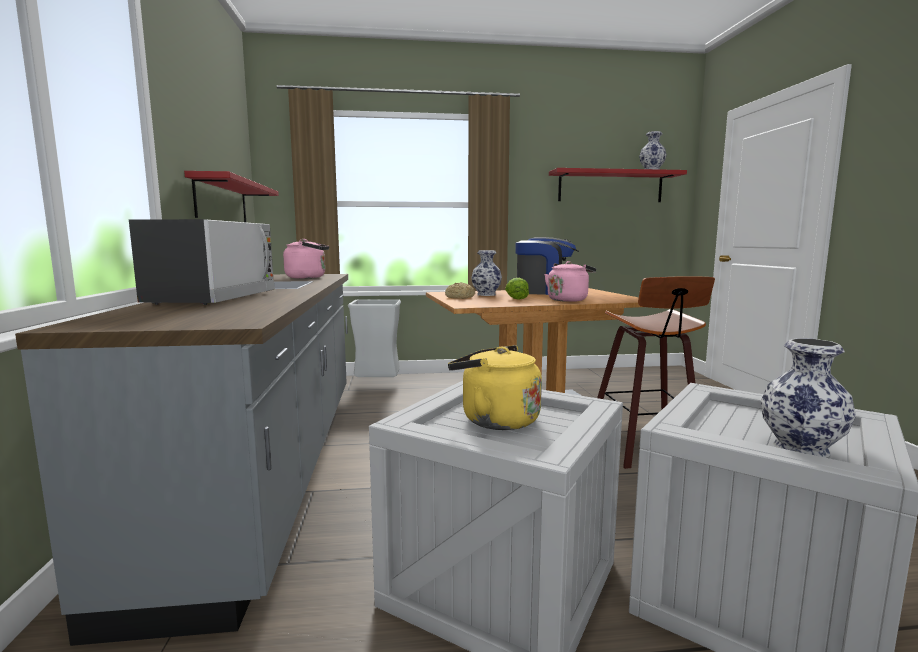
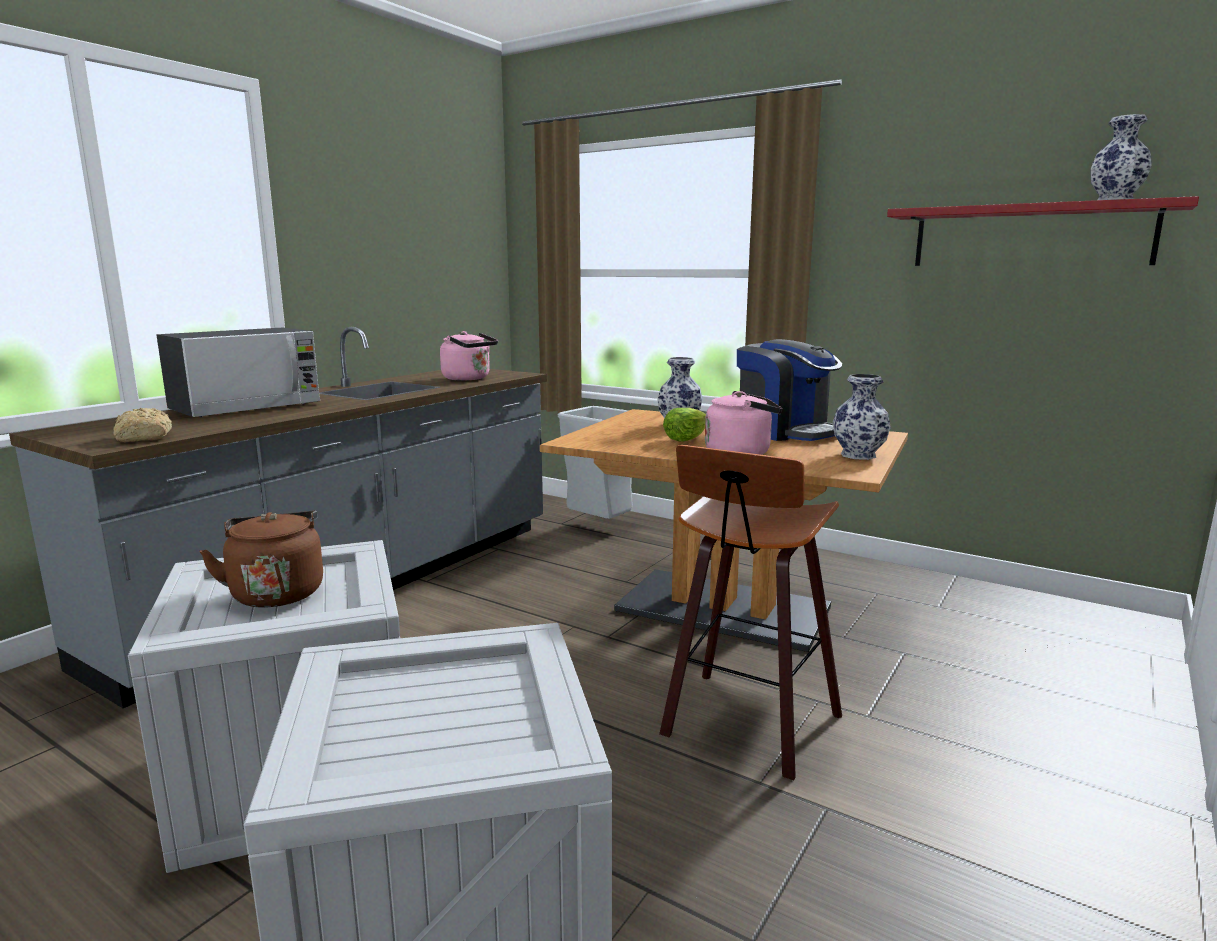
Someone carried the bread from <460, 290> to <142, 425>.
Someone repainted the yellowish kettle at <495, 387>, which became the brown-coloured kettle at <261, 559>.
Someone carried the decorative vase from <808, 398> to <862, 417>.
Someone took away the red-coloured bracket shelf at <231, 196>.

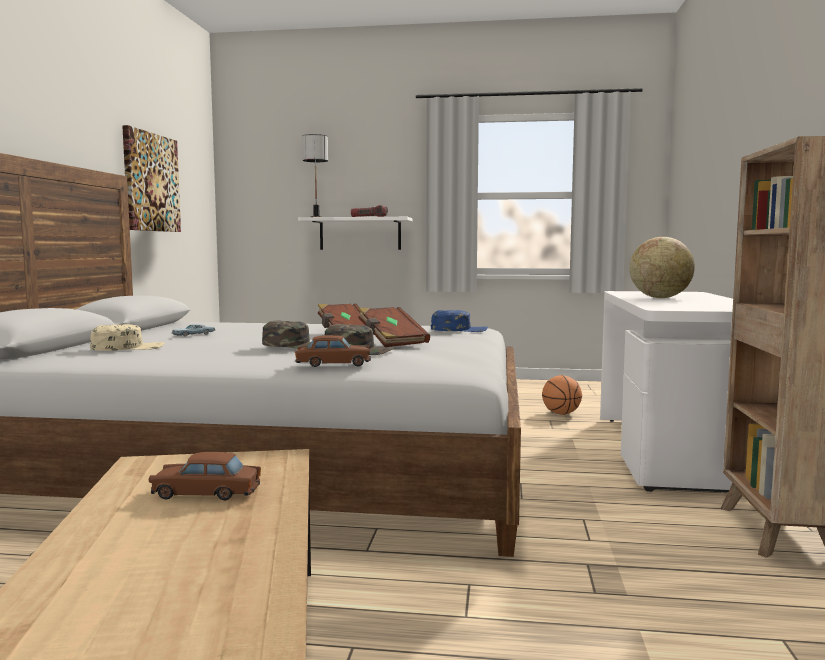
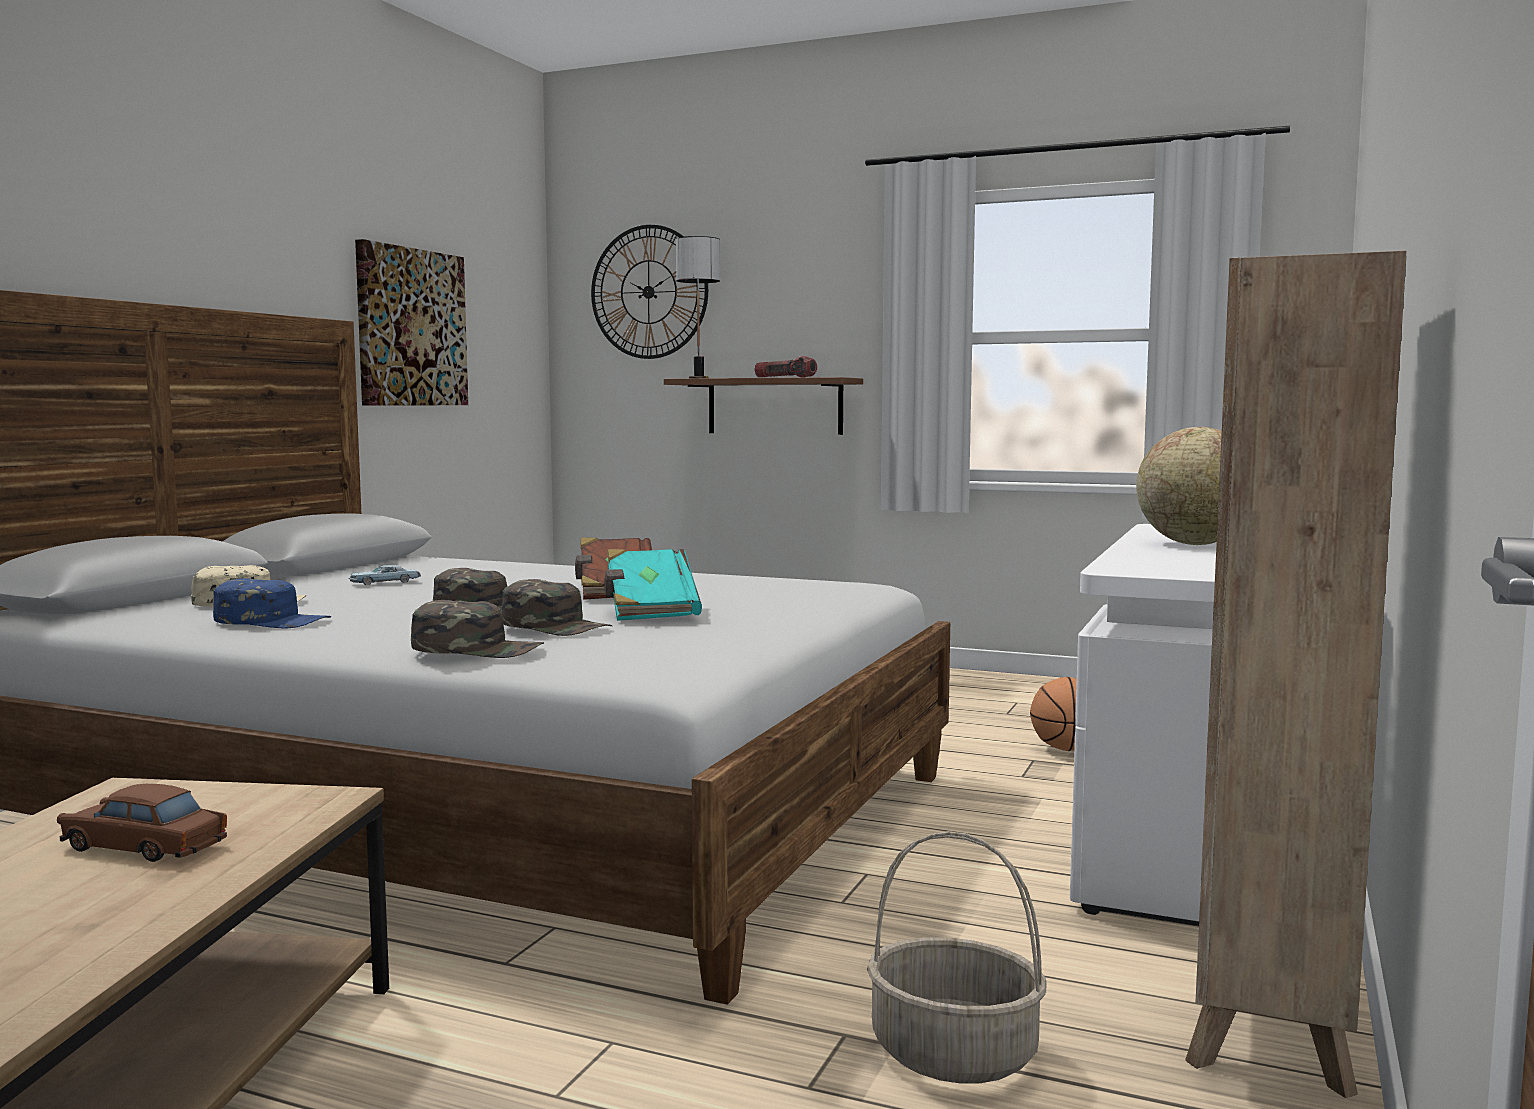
Someone carried the blue-coloured cap from <459, 321> to <272, 603>.
Someone swapped the brown-coloured toy car at <333, 351> for the greenish cap at <477, 629>.
Someone put up the hanging clock at <649, 292>.
Someone repainted the brown-coloured volume at <394, 327>, which became the turquoise volume at <653, 585>.
Someone repainted the white bracket shelf at <355, 233>, which became the brown-coloured bracket shelf at <763, 406>.
Someone put down the storage basket at <956, 957>.

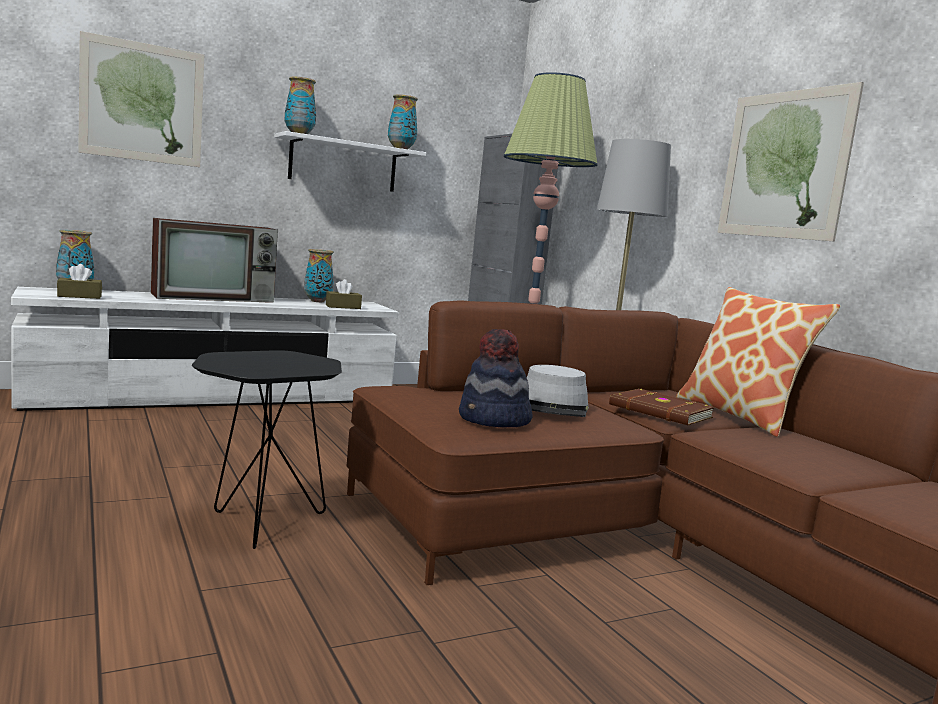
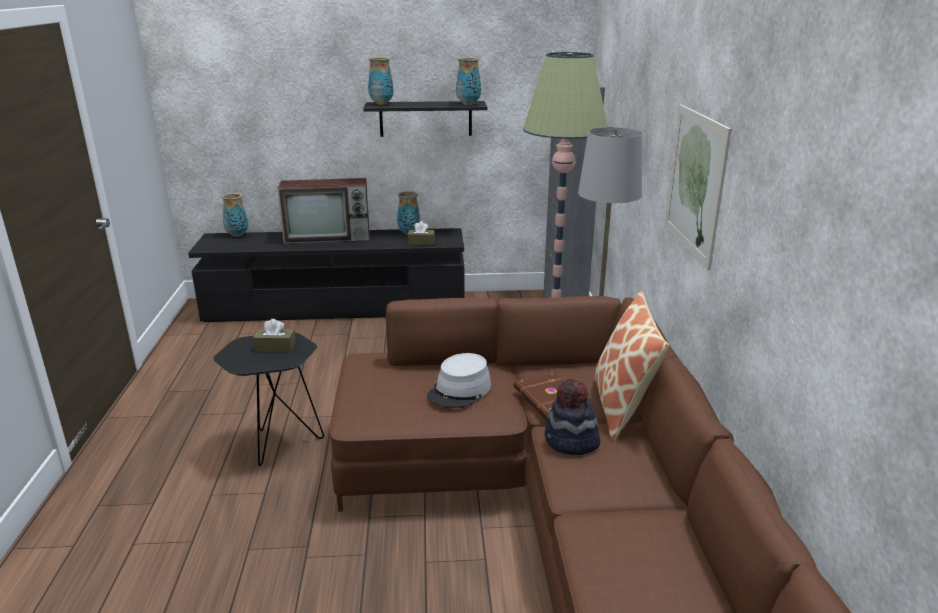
Someone repainted the white media console at <205, 349>, which became the black-coloured media console at <326, 275>.
Someone carried the brown-coloured tissue box from <79, 281> to <274, 335>.
Someone repainted the white bracket shelf at <350, 161>, which became the black-coloured bracket shelf at <425, 119>.
Someone carried the wearable hat from <496, 378> to <572, 417>.
Someone took away the picture at <141, 99>.

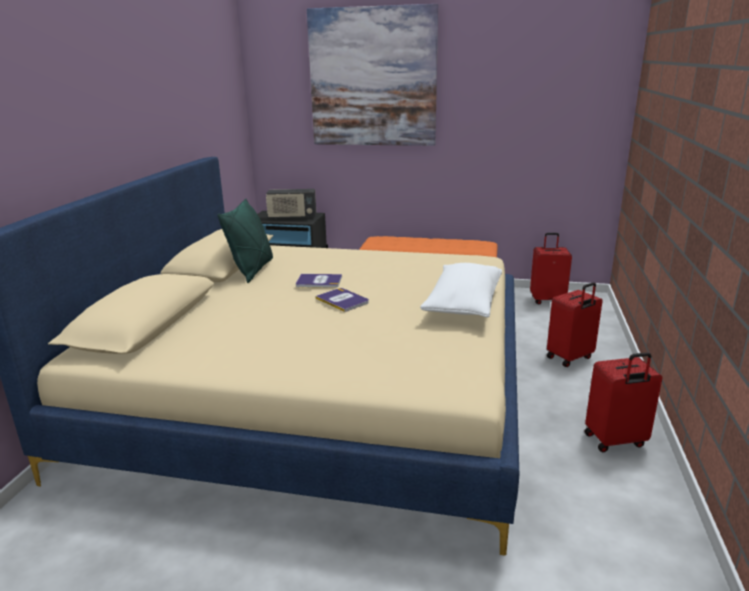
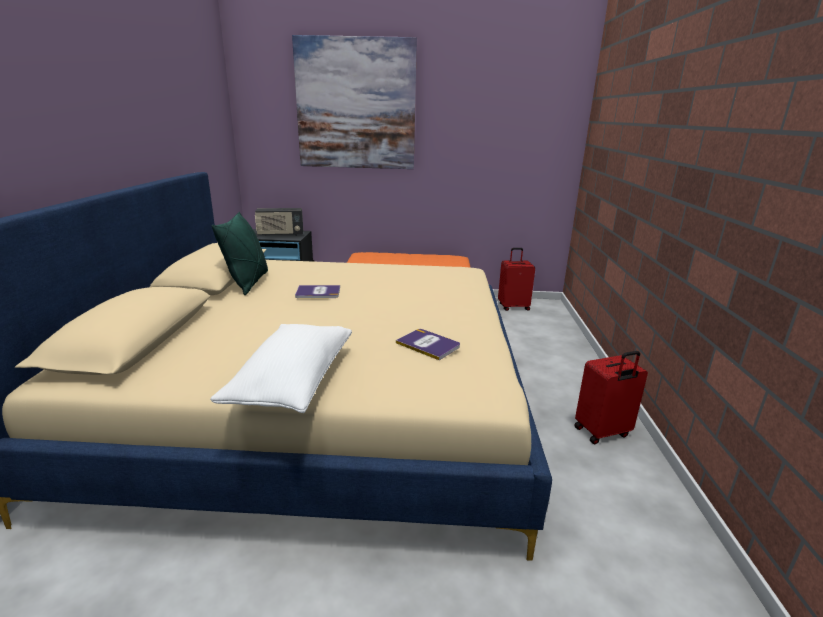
Someone carried the white throw pillow from <461, 290> to <281, 368>.
Someone carried the volume from <342, 300> to <428, 344>.
Someone took away the red-coloured suitcase at <575, 324>.

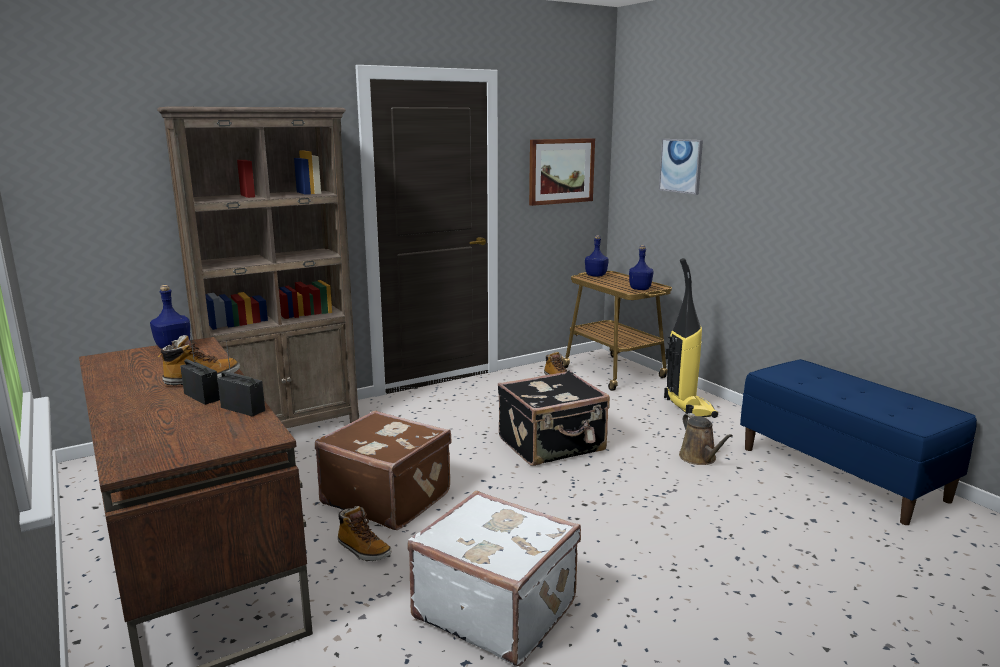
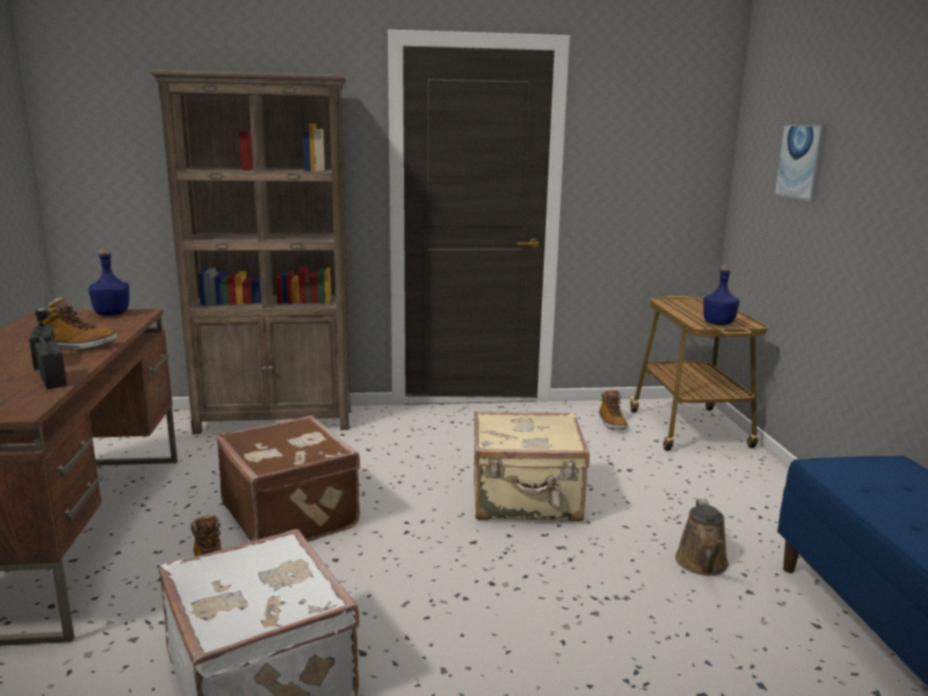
Someone repainted the black-coloured suitcase at <554, 418>, which became the beige suitcase at <532, 466>.
Someone took away the picture at <562, 172>.
Someone took away the blue-coloured beverage bottle at <597, 256>.
Someone took away the hoover at <691, 338>.

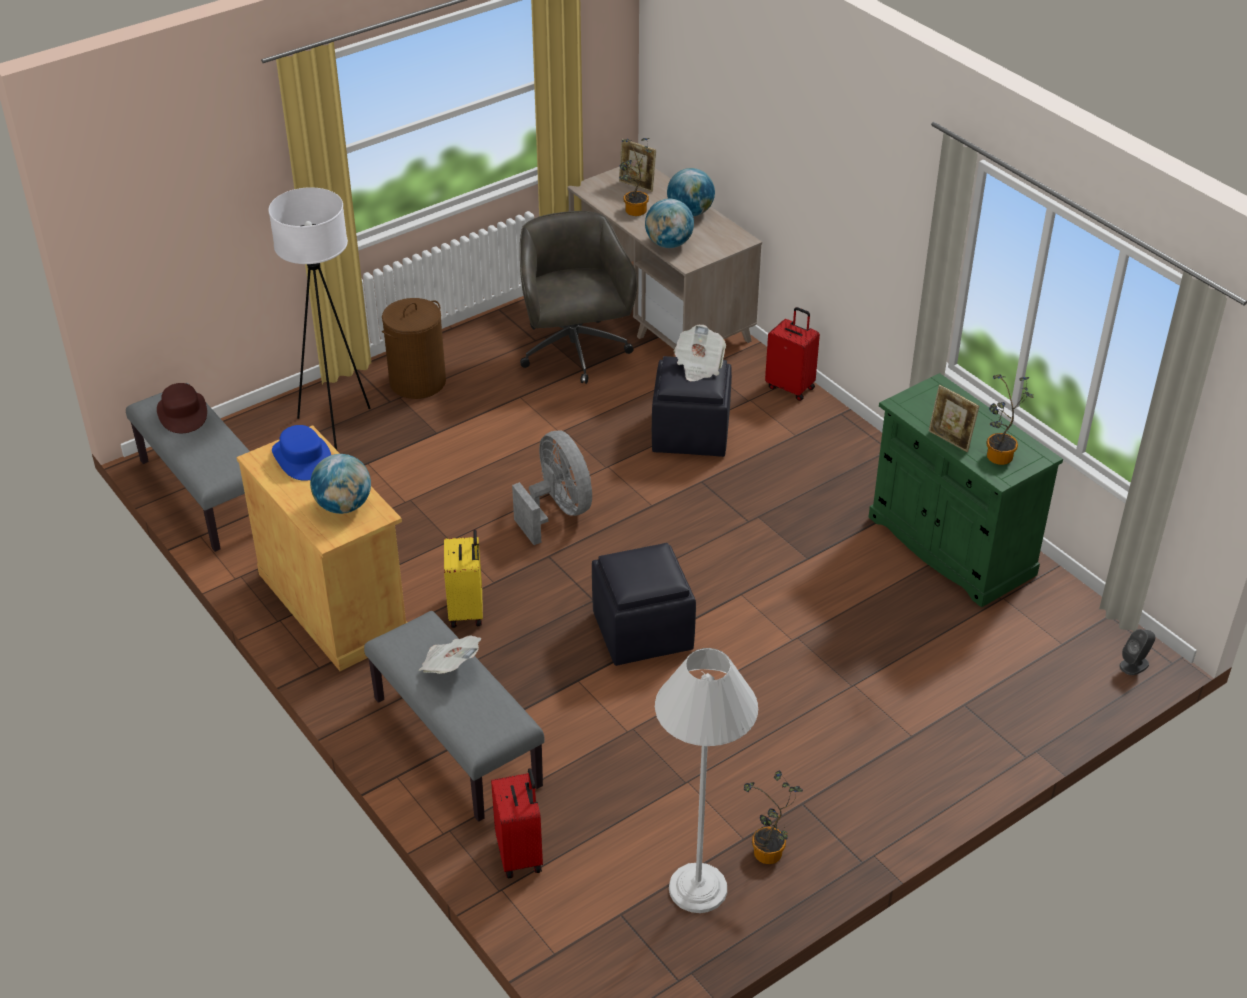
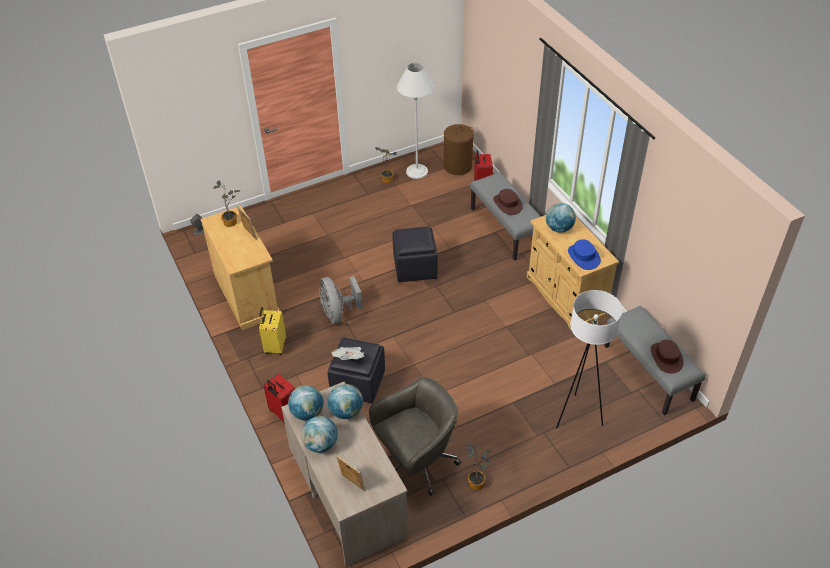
Someone repainted the greenish cabinet at <965, 490>, which became the beige cabinet at <240, 268>.
Someone carried the yellowish suitcase from <463, 578> to <272, 331>.
Someone put down the world globe at <306, 403>.
Someone carried the grey cooling fan from <552, 488> to <341, 300>.
Someone rotated the grey office chair at <579, 297> by 120 degrees counterclockwise.
Someone carried the brown-coloured hamper from <414, 348> to <459, 149>.
Someone carried the potted plant from <635, 177> to <479, 467>.
Someone swapped the newspaper at <450, 654> for the brown-coloured wearable hat at <508, 202>.

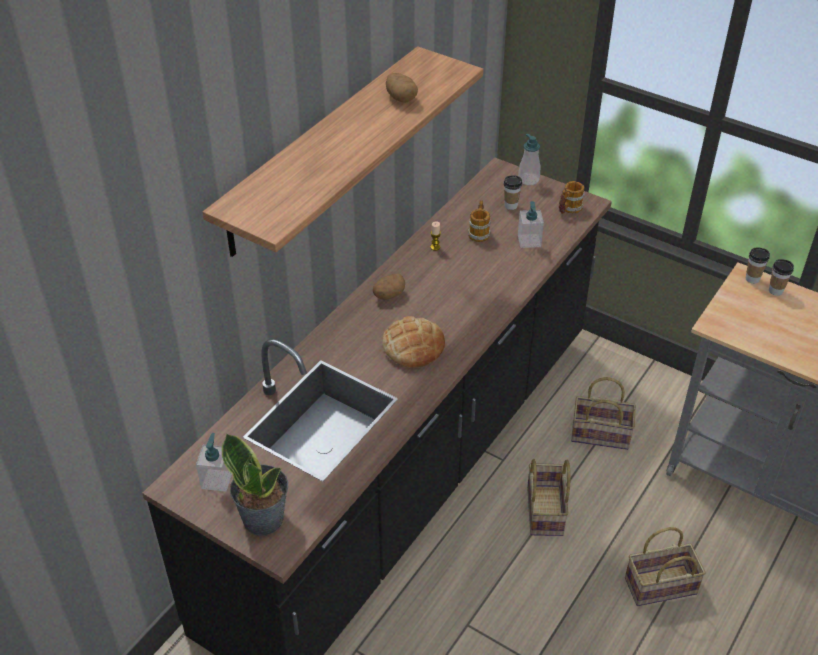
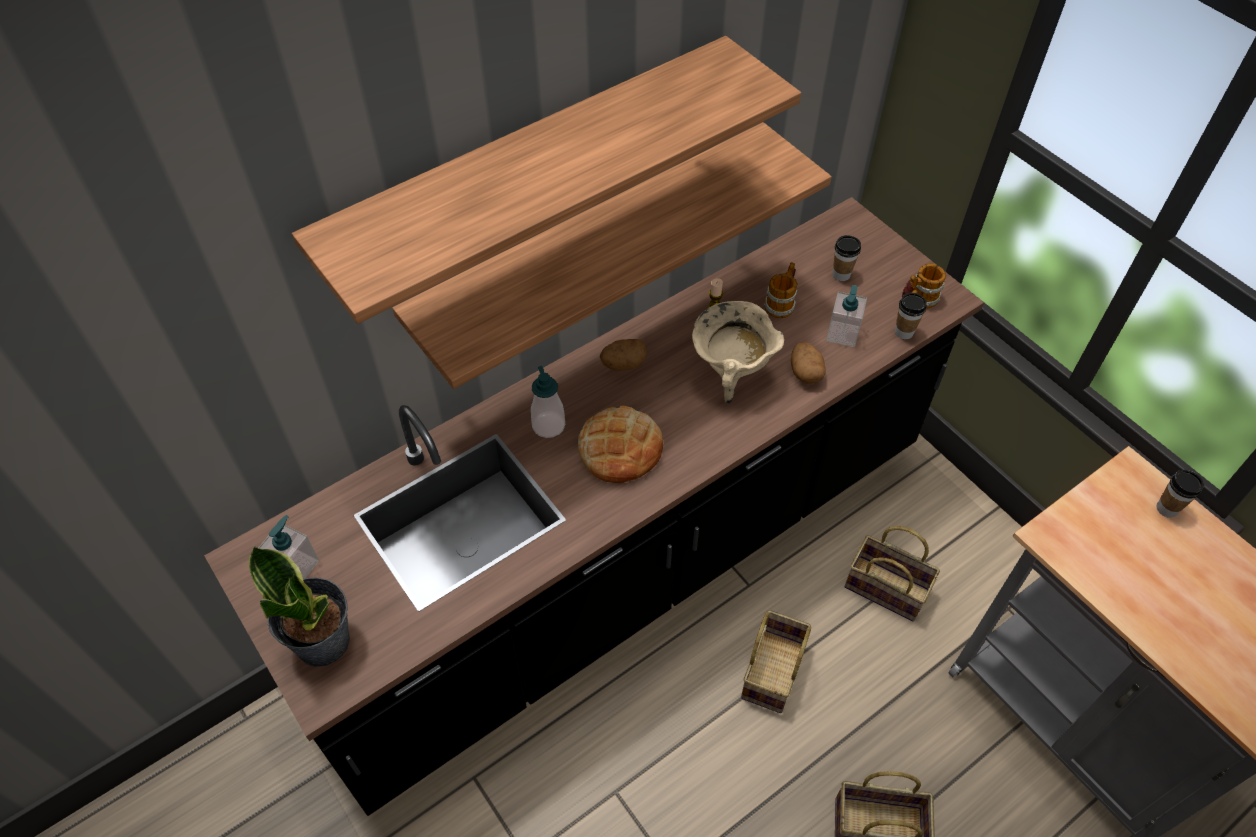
Someone put up the bracket shelf at <612, 255>.
Someone carried the soap dispenser from <529, 159> to <548, 402>.
Someone put down the beige saucepot at <738, 352>.
Someone carried the spud from <402, 87> to <808, 363>.
Someone carried the small cup from <758, 265> to <911, 316>.

